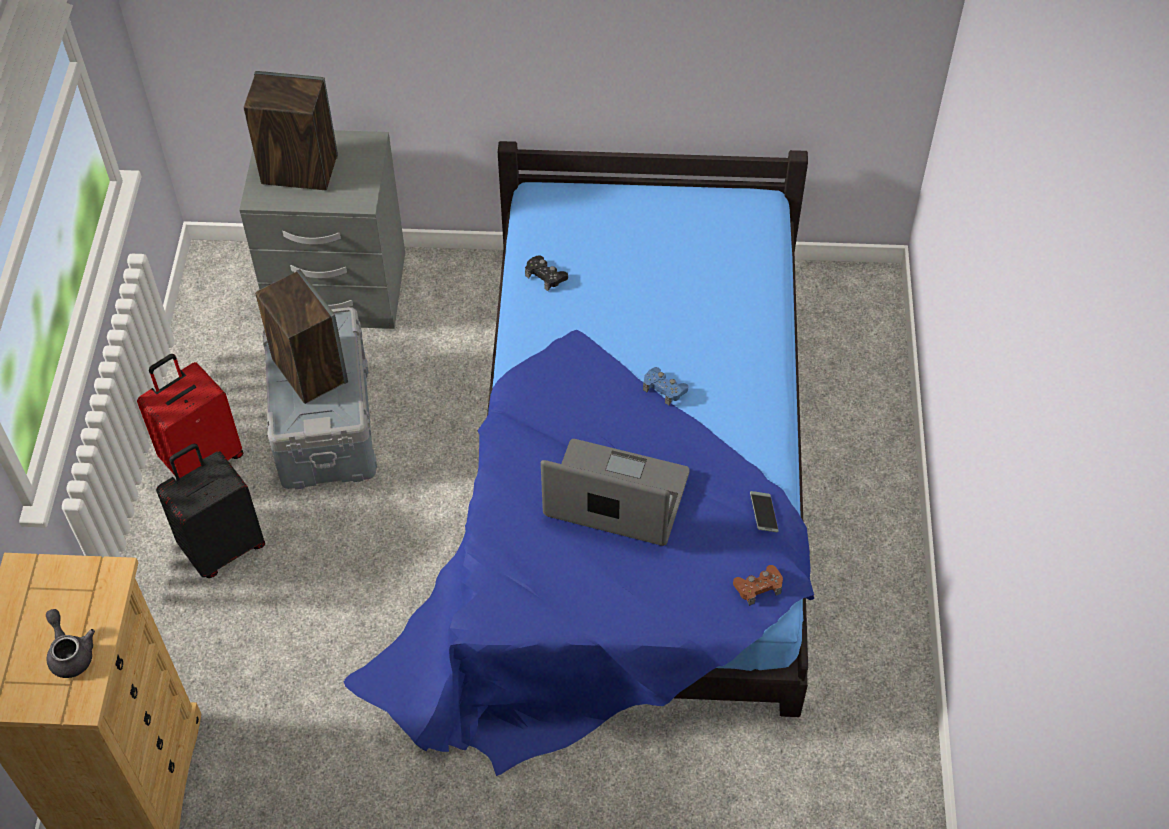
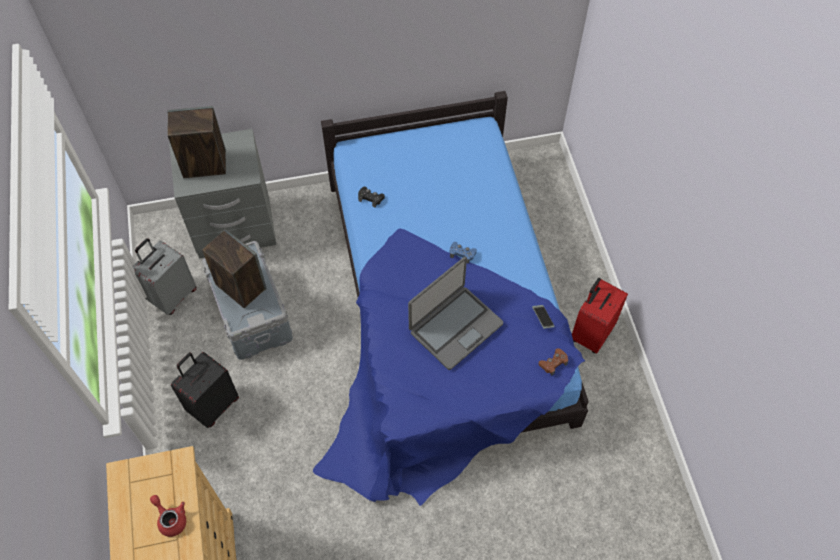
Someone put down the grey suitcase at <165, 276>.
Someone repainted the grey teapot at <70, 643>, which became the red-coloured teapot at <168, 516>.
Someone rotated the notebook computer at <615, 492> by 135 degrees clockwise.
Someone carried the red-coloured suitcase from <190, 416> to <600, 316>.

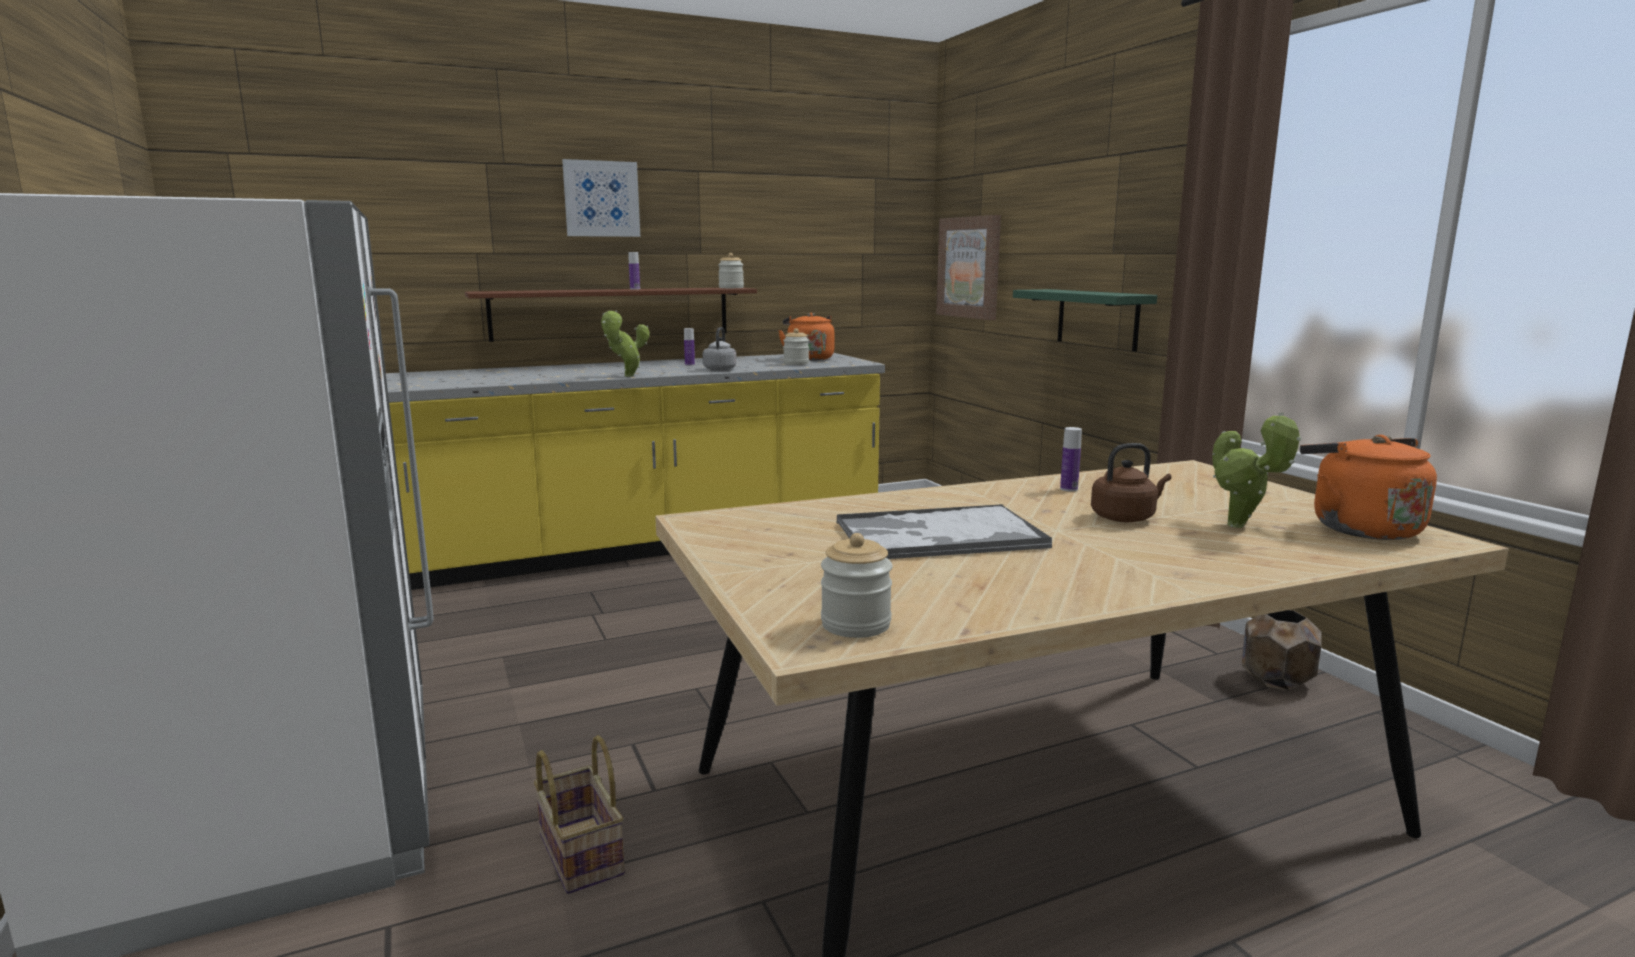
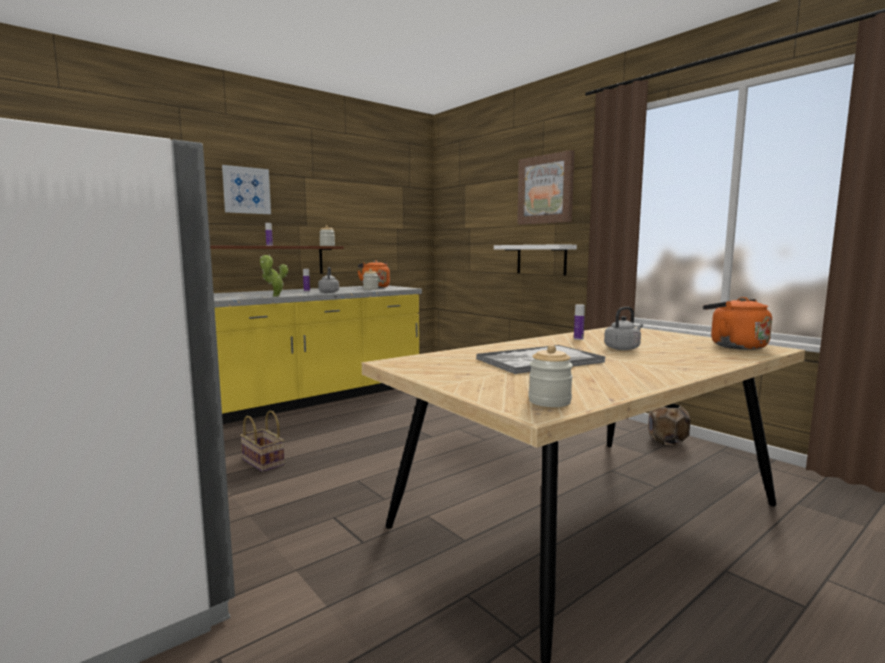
Someone carried the storage basket from <579, 814> to <262, 441>.
Someone repainted the greenish bracket shelf at <1085, 320>, which became the white bracket shelf at <535, 259>.
Someone carried the picture from <968, 267> to <546, 187>.
Someone repainted the brown-coloured kettle at <1131, 482>, which became the grey kettle at <623, 328>.
Someone took away the potted plant at <1257, 470>.

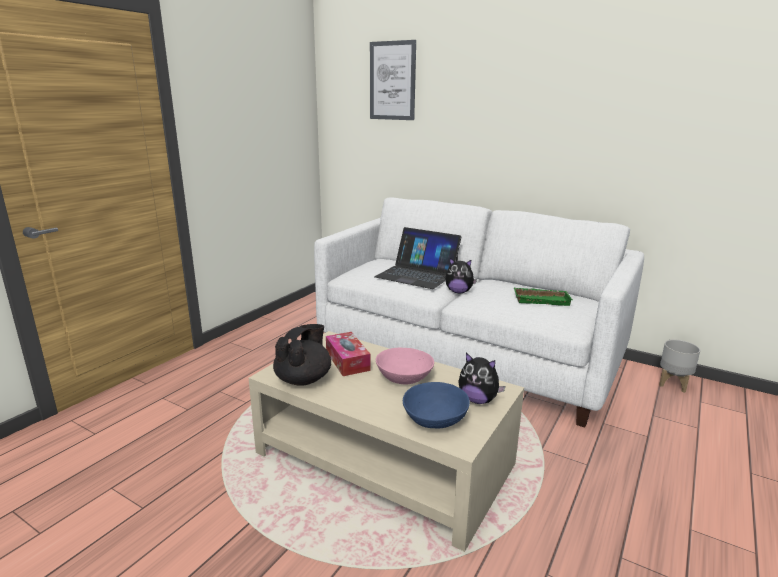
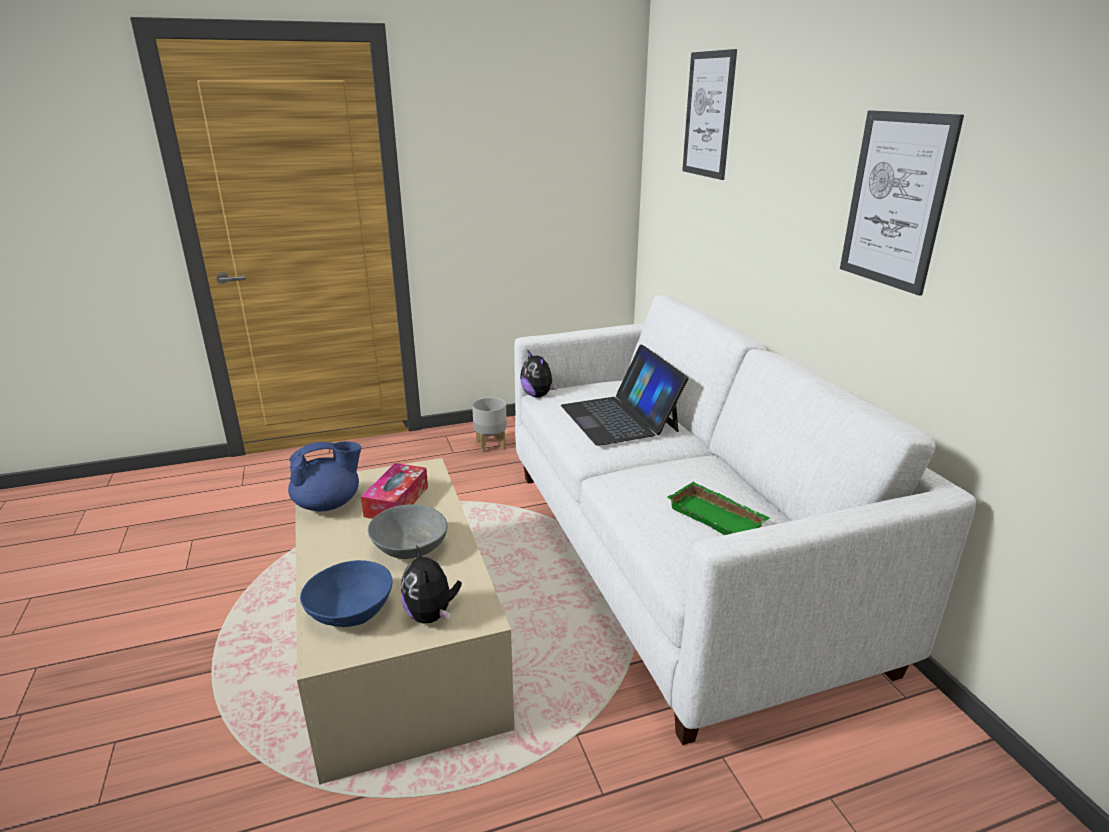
Someone repainted the black-coloured teapot at <302, 355>, which became the blue-coloured teapot at <325, 476>.
Someone repainted the pink-coloured bowl at <405, 366>, which became the grey bowl at <407, 531>.
Someone carried the grey planter from <679, 366> to <489, 424>.
Someone carried the cuddly toy from <461, 275> to <538, 374>.
Someone put up the picture at <902, 203>.

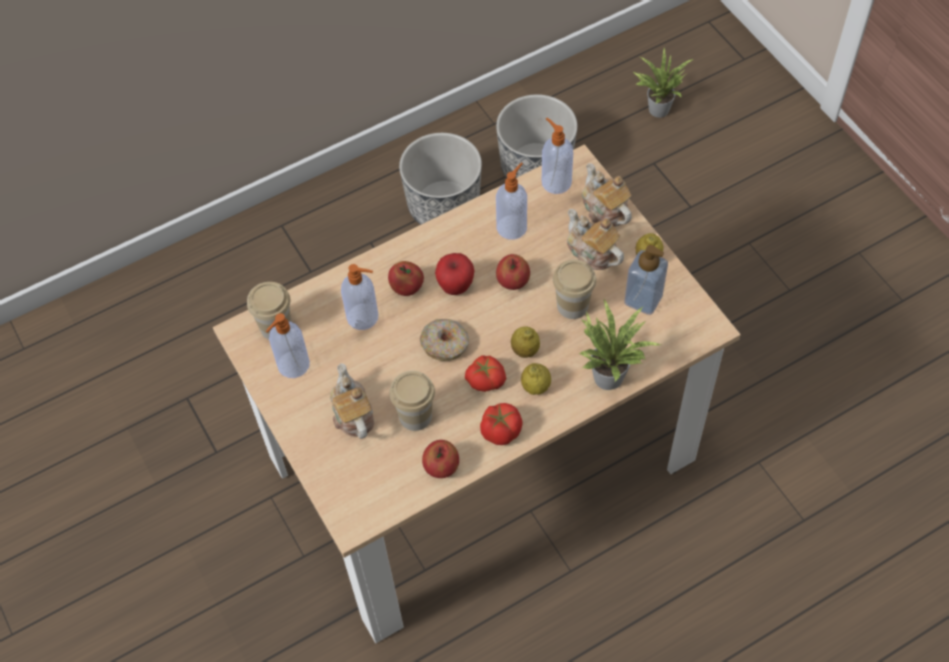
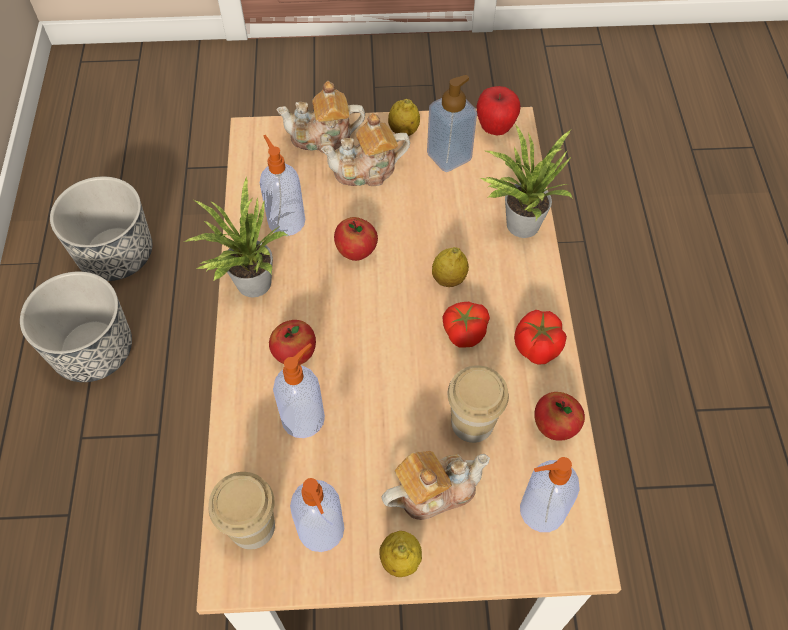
Someone carried the potted plant from <663, 83> to <235, 236>.
Someone carried the lemon from <536, 379> to <401, 554>.
Someone rotated the teapot at <352, 401> by 150 degrees clockwise.
Someone carried the apple fruit from <455, 274> to <498, 110>.
Someone carried the soap dispenser from <557, 156> to <550, 494>.
Someone took away the doughnut at <444, 340>.
Someone took away the small cup at <574, 289>.

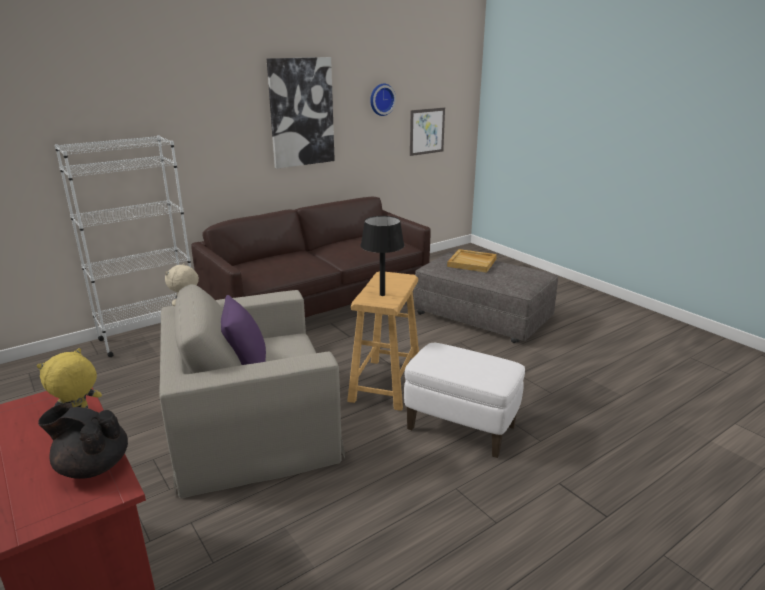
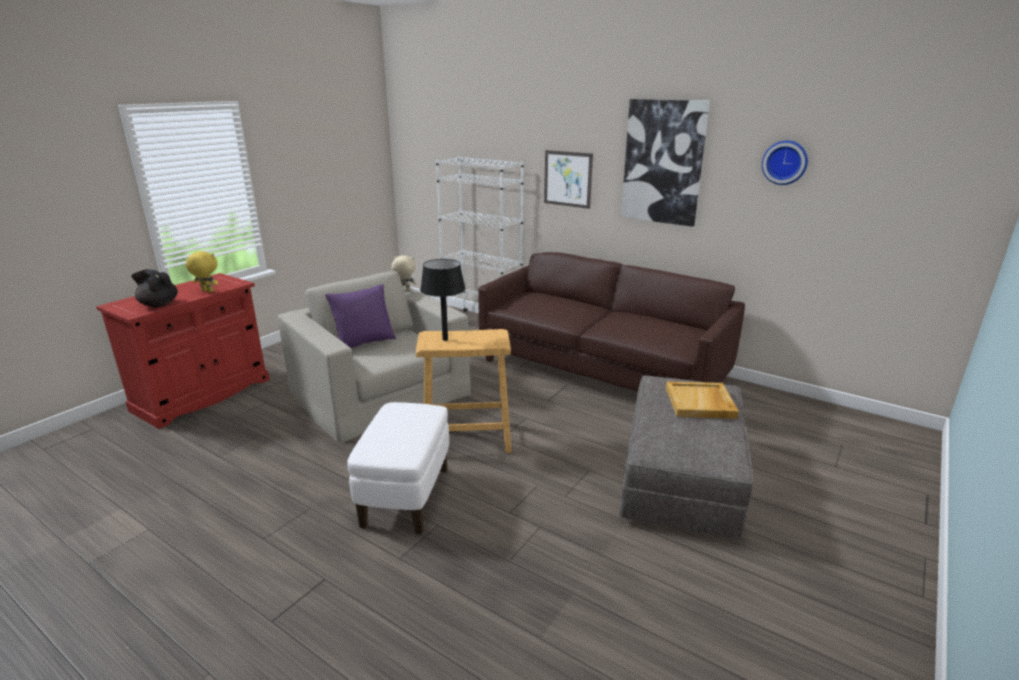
Someone rotated the black-coloured teapot at <83, 441> by 60 degrees counterclockwise.
Someone carried the picture from <427, 132> to <568, 179>.

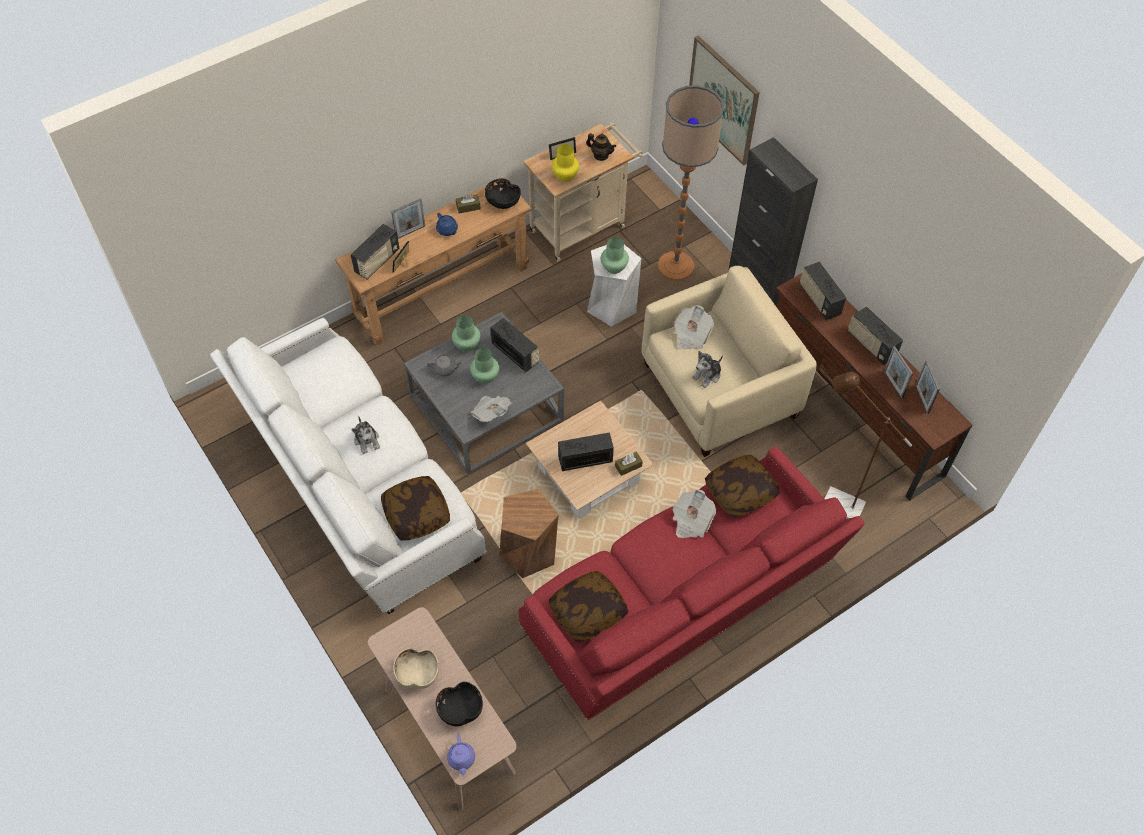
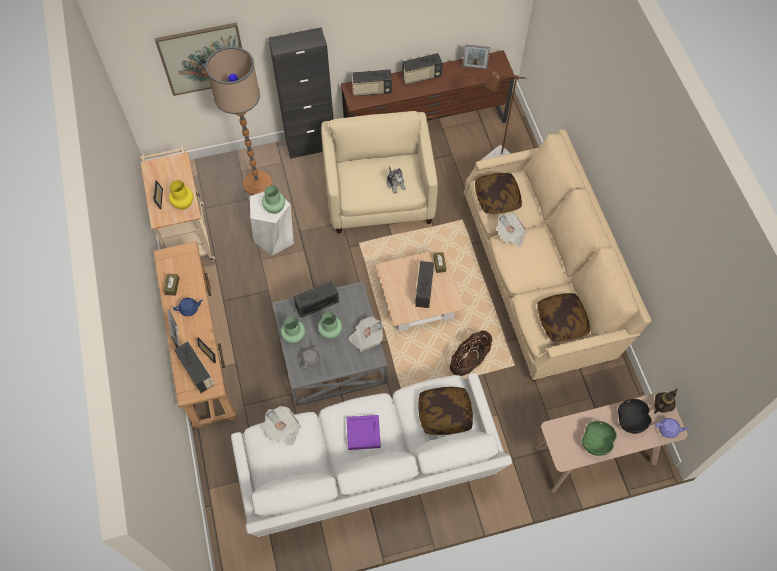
Someone carried the newspaper from <694, 327> to <282, 426>.
Someone swapped the cuddly toy at <365, 435> for the purple-coloured tray at <364, 432>.
Someone swapped the brown-coloured stool at <529, 533> for the storage basket at <471, 353>.
Someone repainted the red-coloured settee at <692, 583>, which became the beige settee at <557, 255>.
Someone repainted the beige bowl at <416, 668>, which became the greenish bowl at <599, 438>.
Someone carried the teapot from <601, 147> to <666, 401>.
Someone took away the black-coloured bowl at <502, 193>.
Someone took away the photo frame at <898, 372>.

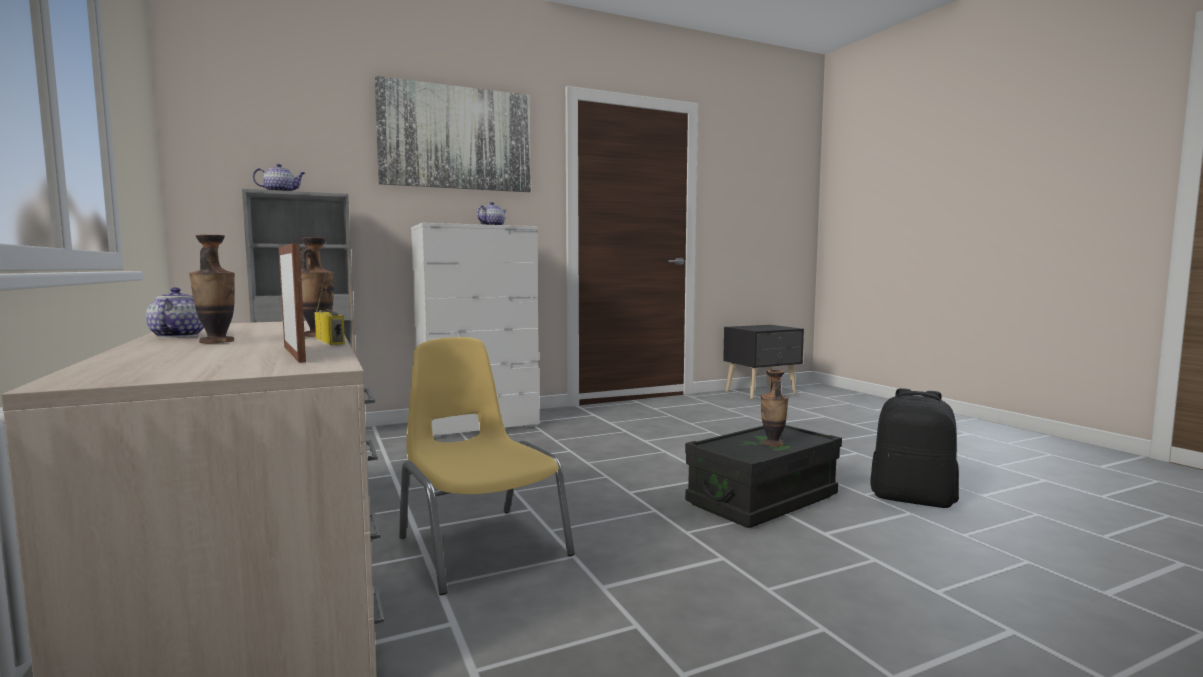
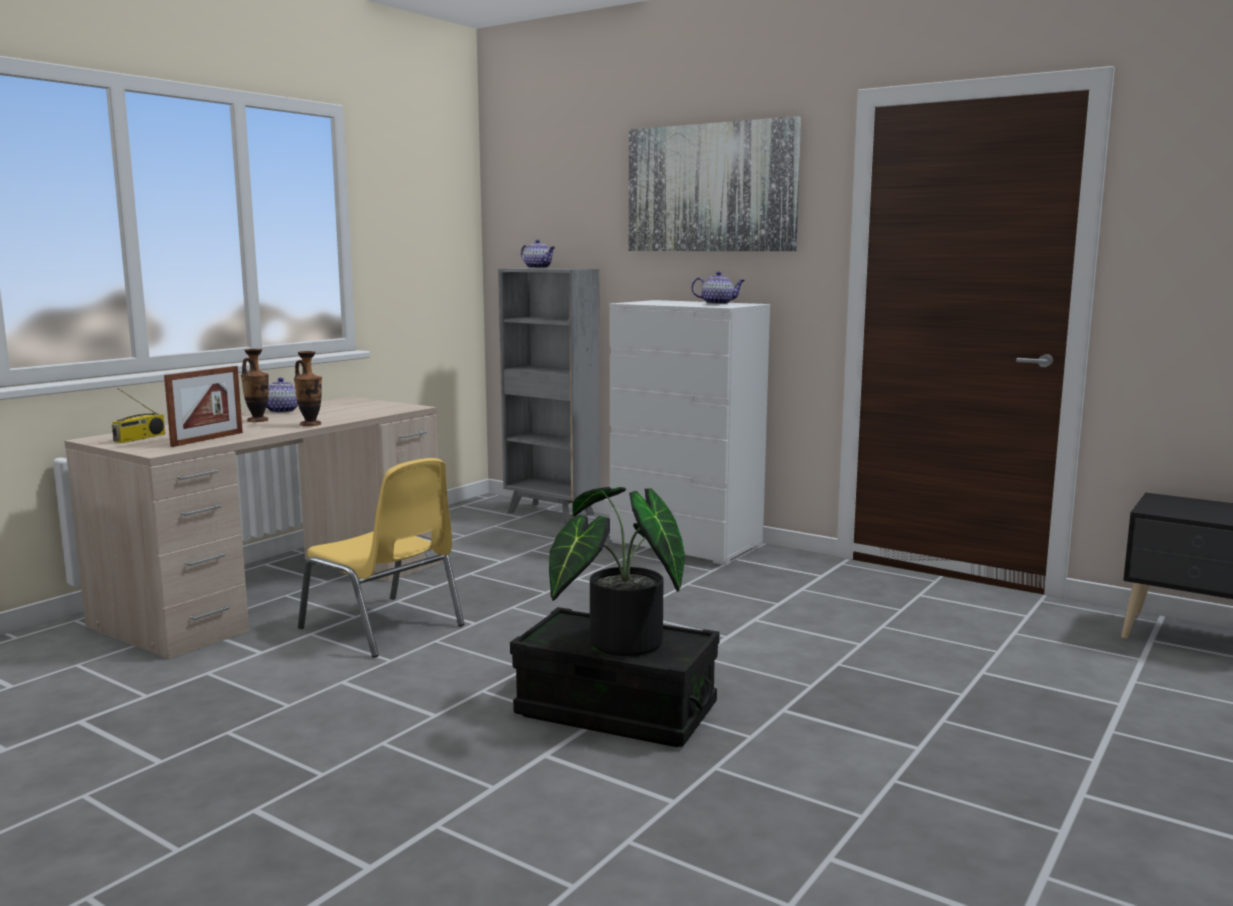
Someone carried the radio receiver from <329, 308> to <138, 415>.
Someone rotated the yellowish plain chair at <487, 466> by 105 degrees clockwise.
Someone swapped the decorative vase at <775, 408> for the potted plant at <617, 571>.
Someone took away the black-coloured rucksack at <914, 448>.

